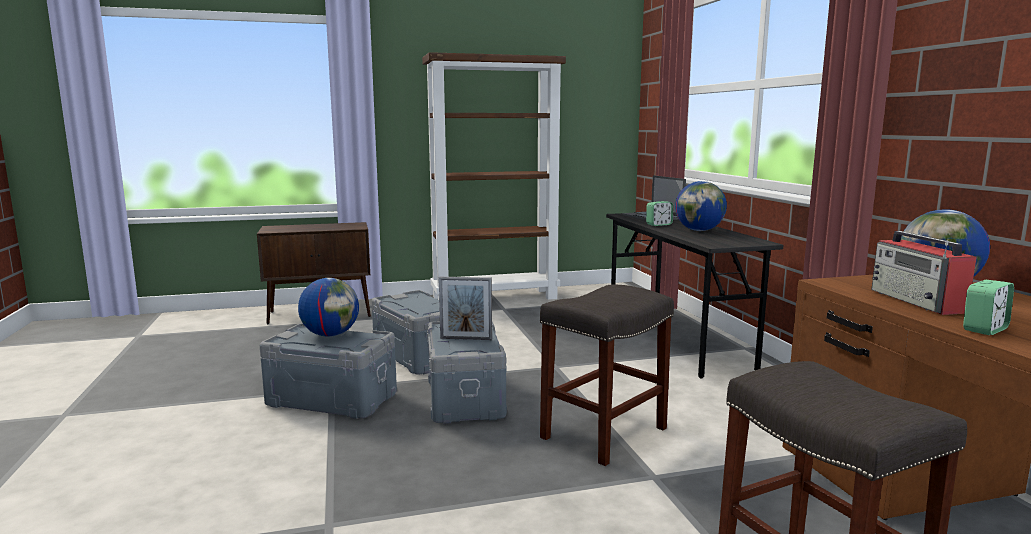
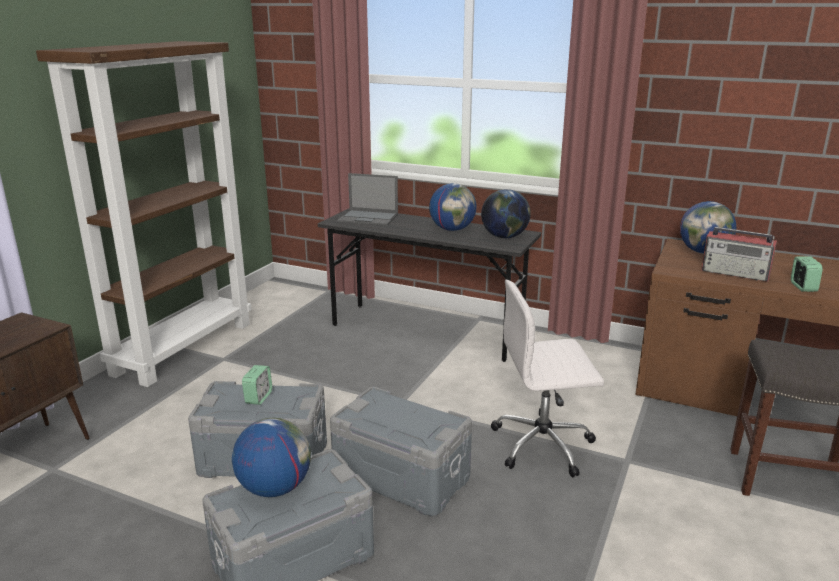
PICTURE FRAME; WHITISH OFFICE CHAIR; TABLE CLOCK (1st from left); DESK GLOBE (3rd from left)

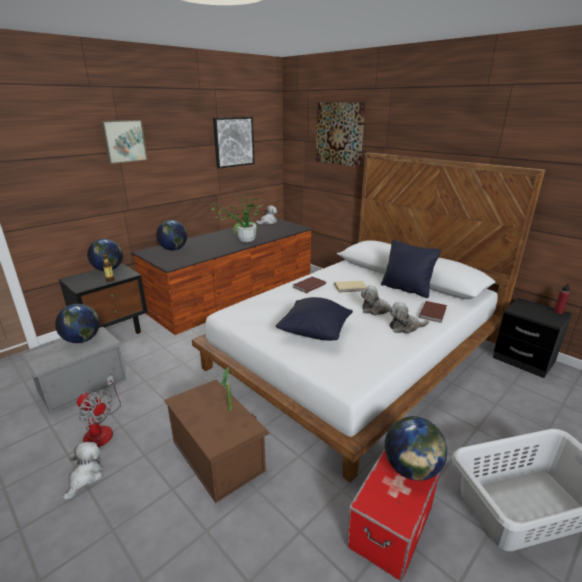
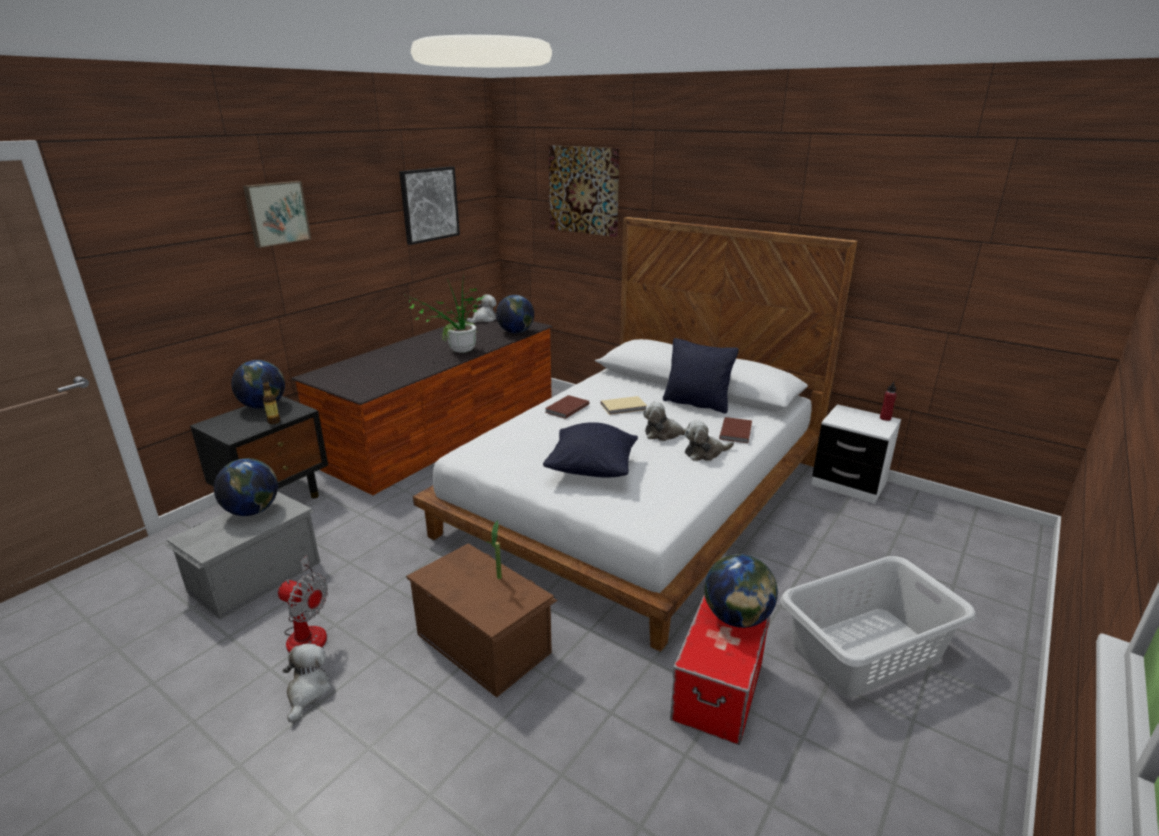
DESK GLOBE (3rd from left); WHITISH NIGHTSTAND

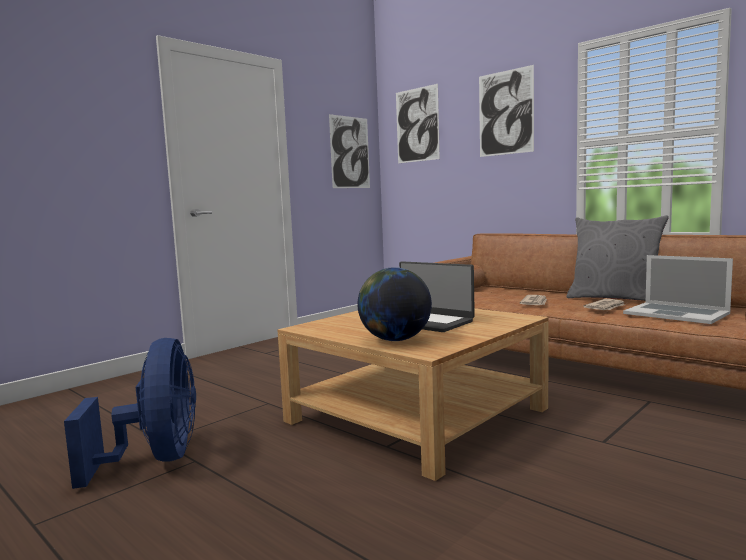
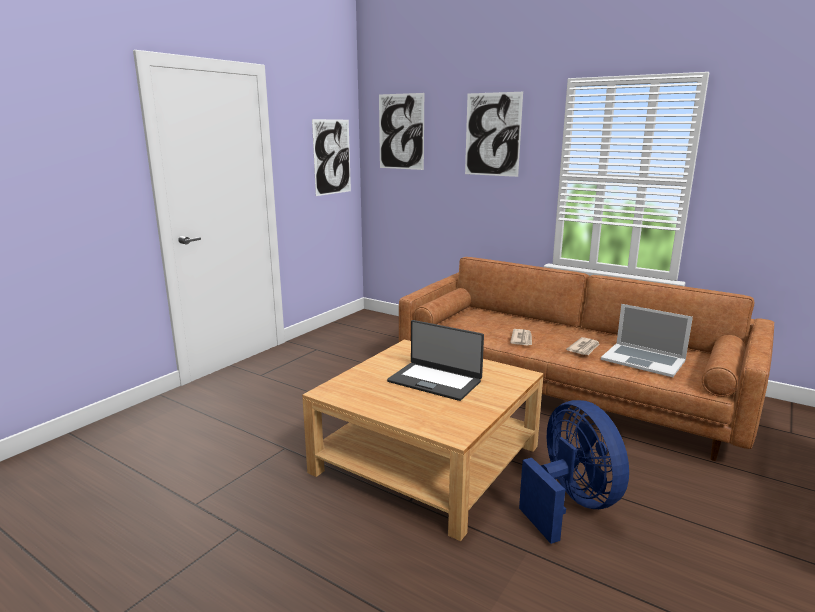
BLUE-COLOURED COOLING FAN; DESK GLOBE; GRAY PILLOW

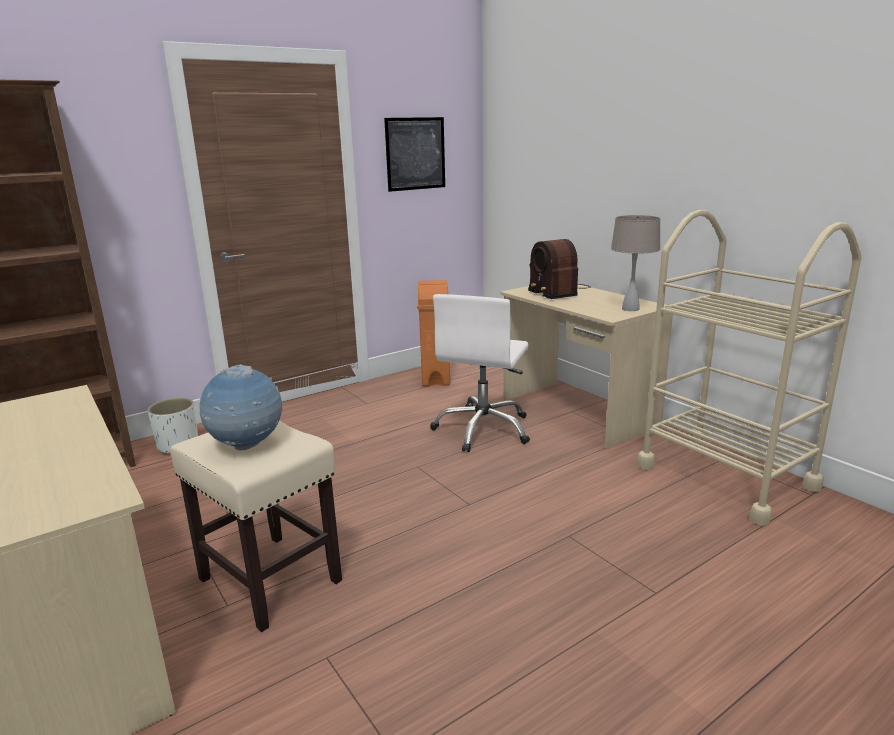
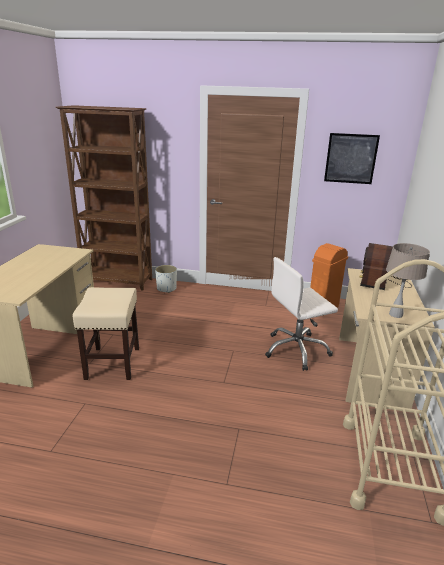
DESK GLOBE

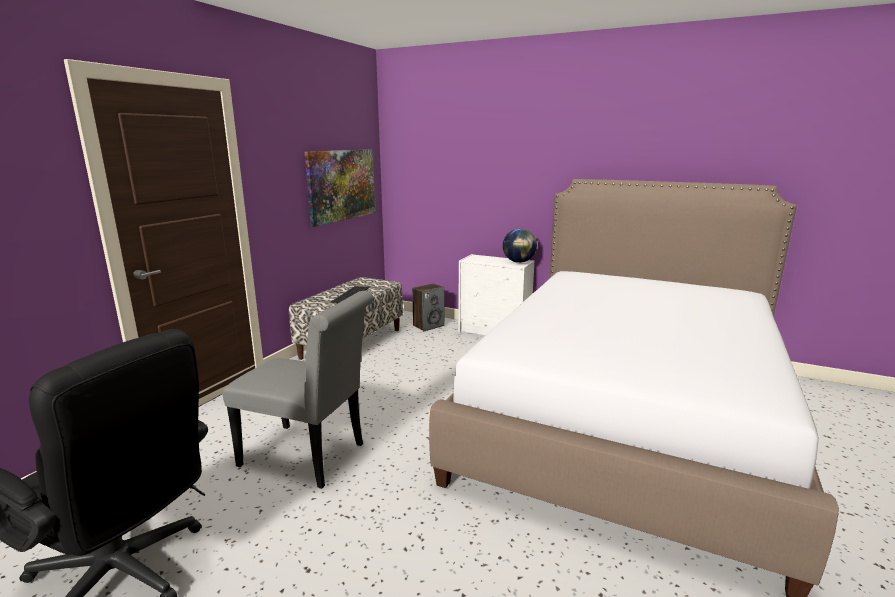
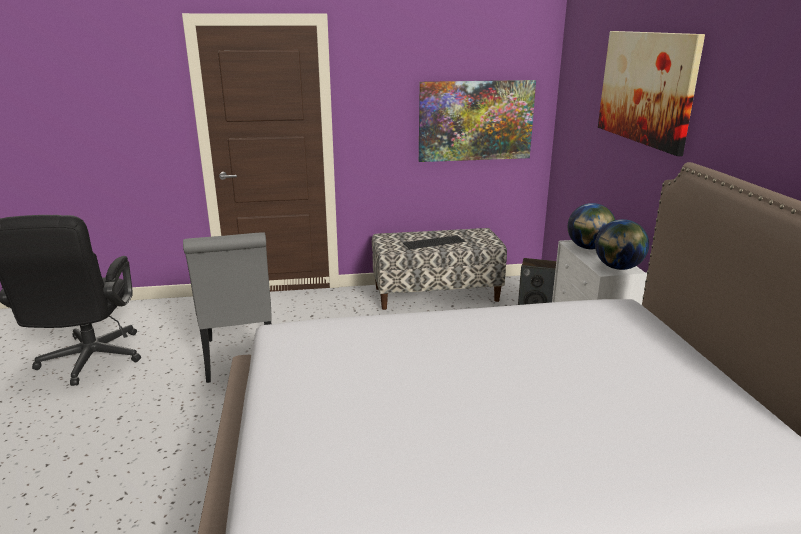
DESK GLOBE (1st from left); WALL PICTURE (2nd from left)

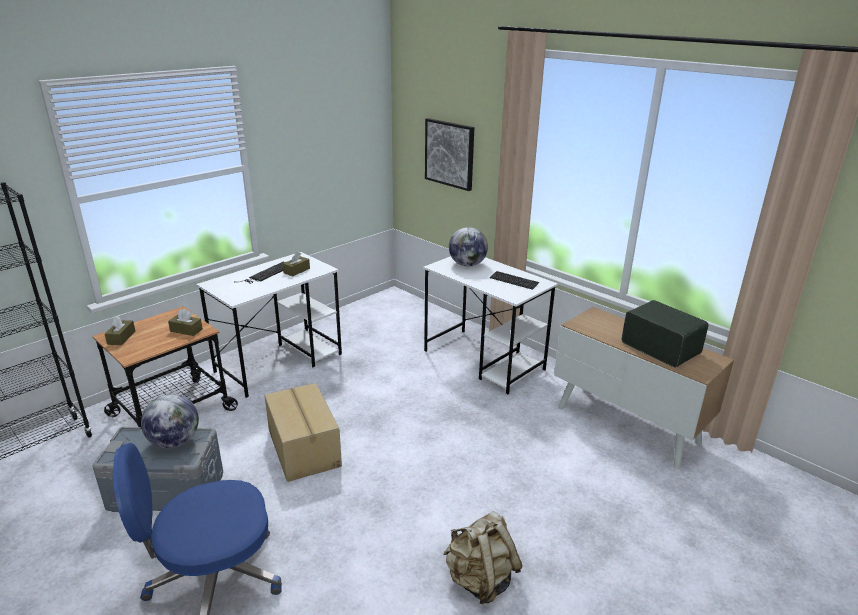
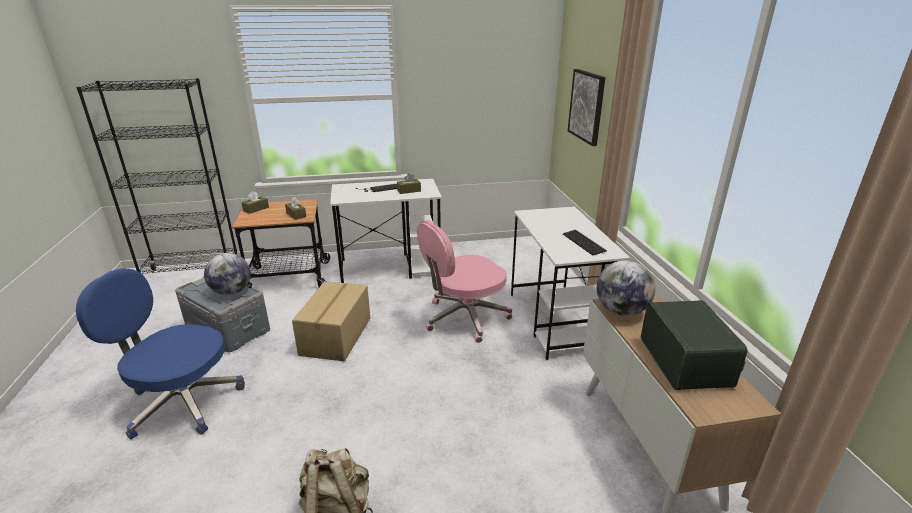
DESK GLOBE (2nd from left); PINKISH OFFICE CHAIR

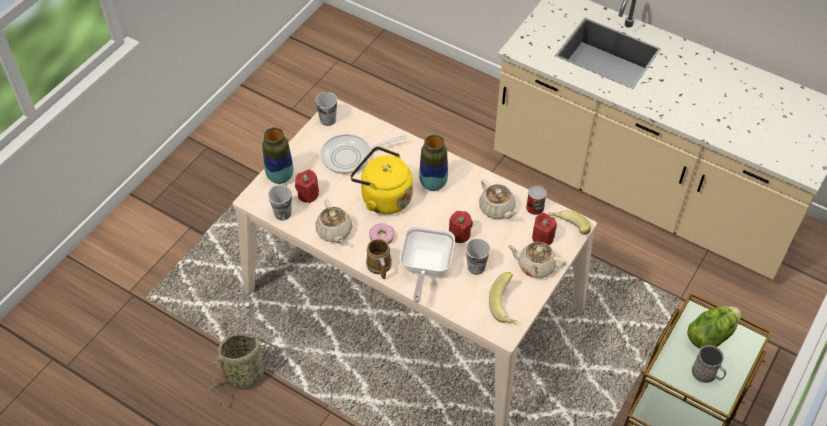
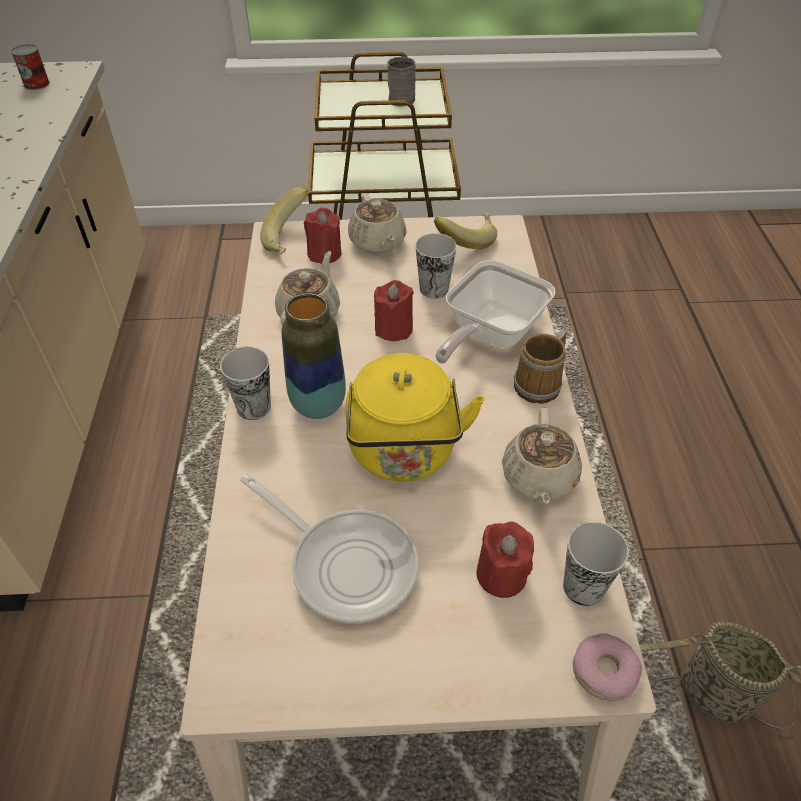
FLOWER VASE (1st from left in the first image); SMALL CUP (1st from left); BEIGE TEAPOT (3rd from left); DONUT; SKILLET (2nd from left); METAL CAN; LETTUCE HEAD

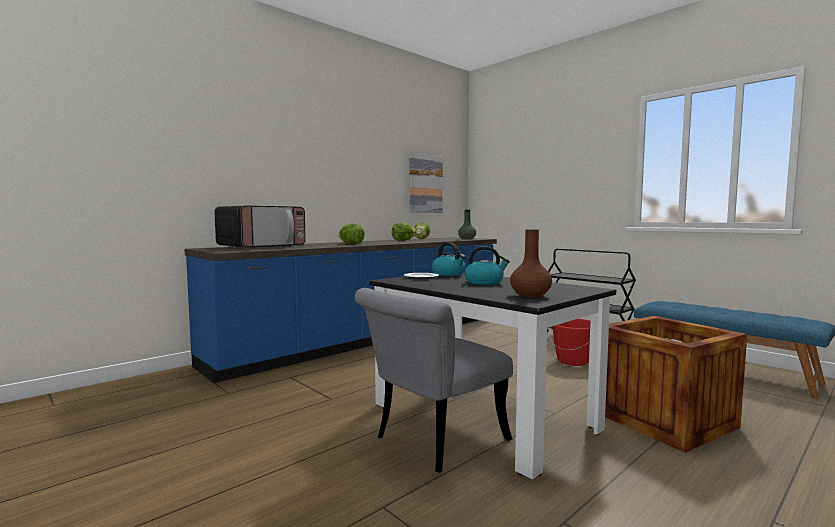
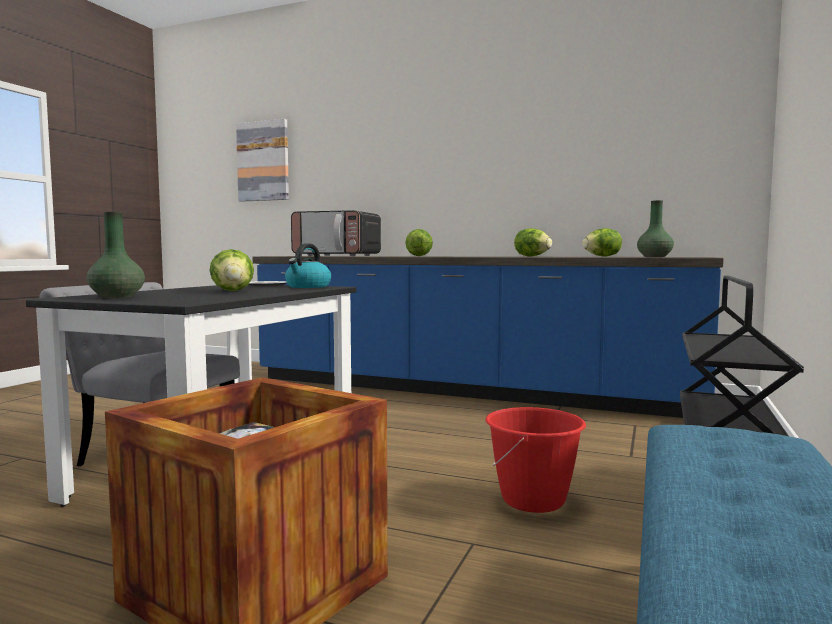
WALL PICTURE; LETTUCE HEAD (1st from left); GREENISH FLOWER VASE (1st from left)

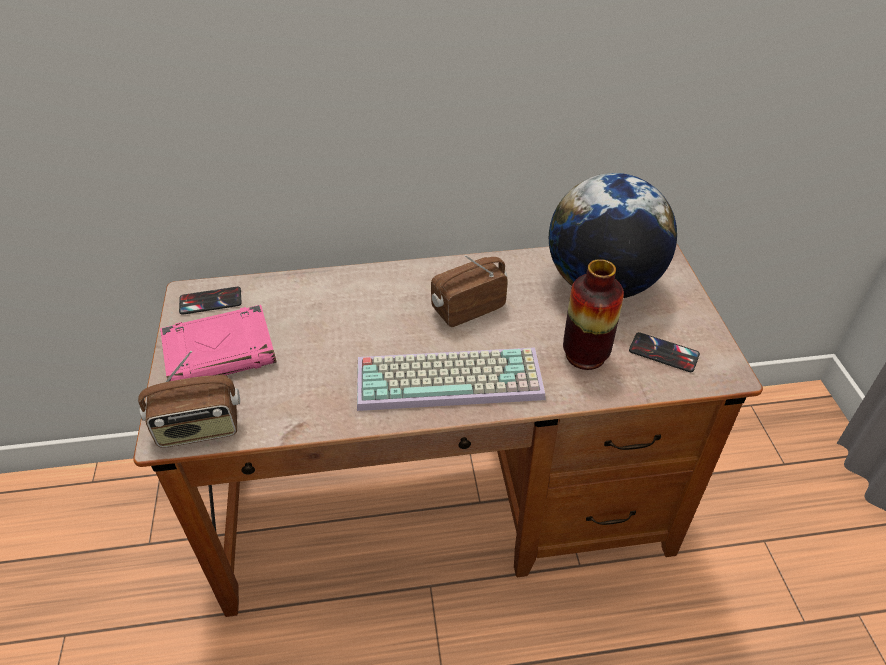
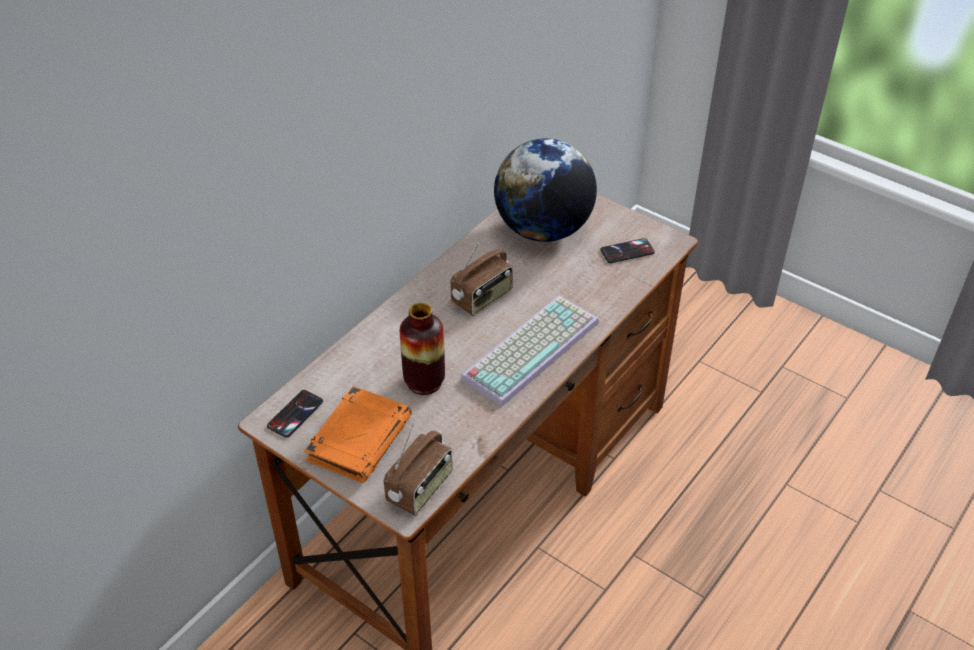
ORANGE-COLOURED BOOK; RADIO (2nd from left); FLOWER VASE

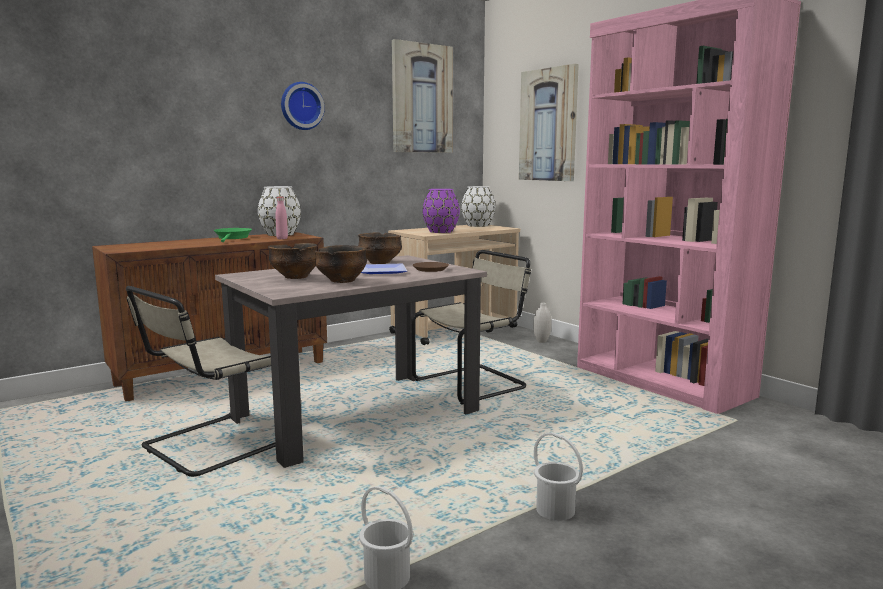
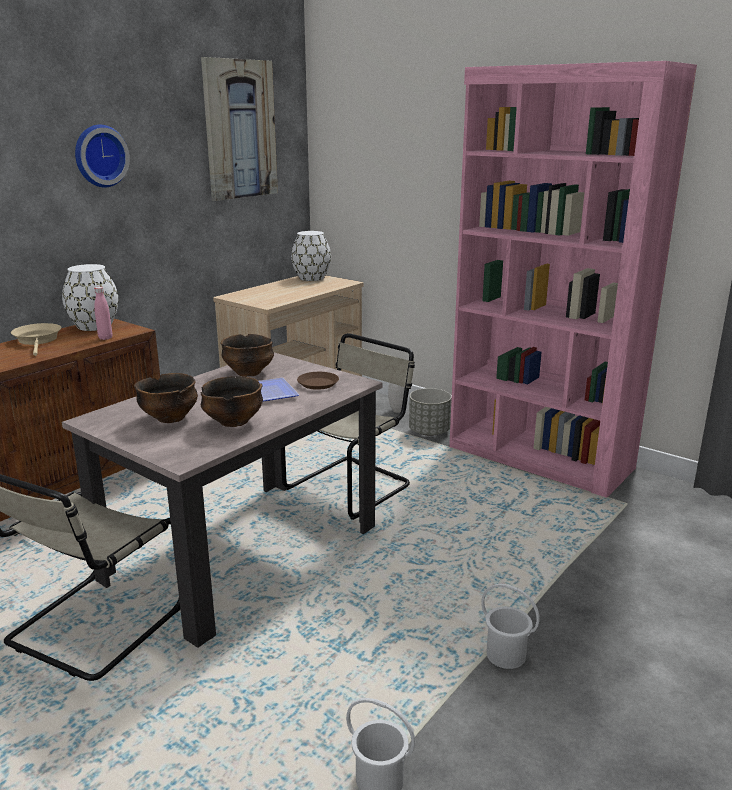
BEIGE SKILLET; PURPLE FLOWER VASE; WALL PICTURE (2nd from left in the first image); GRAY FLOWER POT

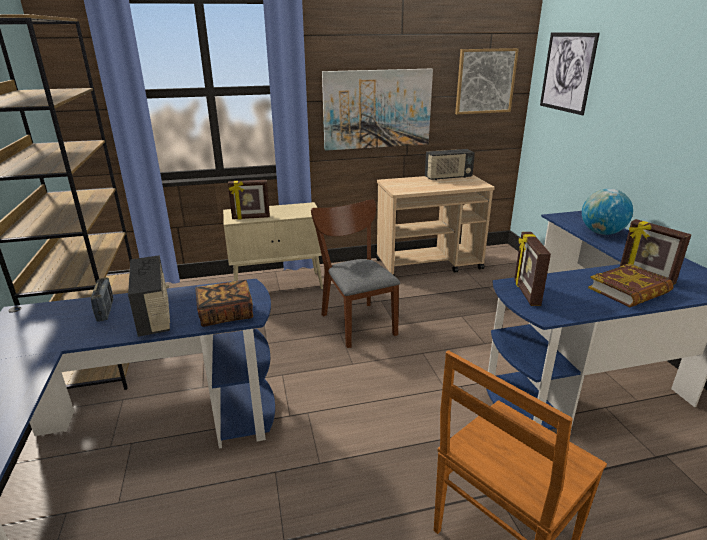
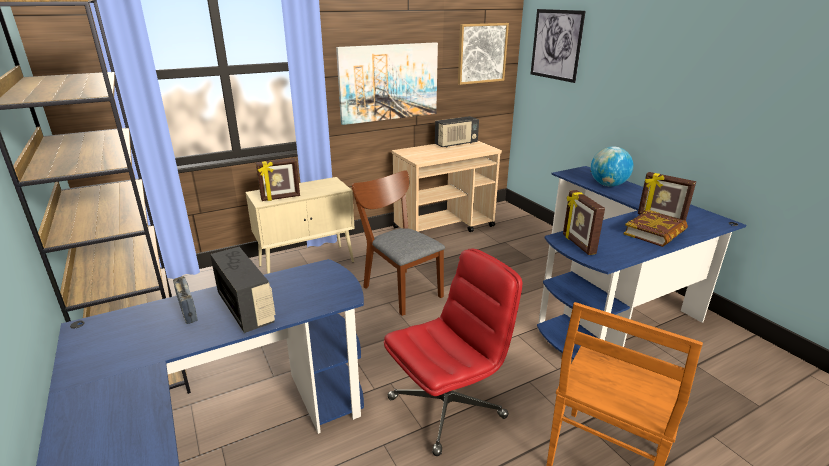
BOOK (1st from left in the first image); REDDISH OFFICE CHAIR

